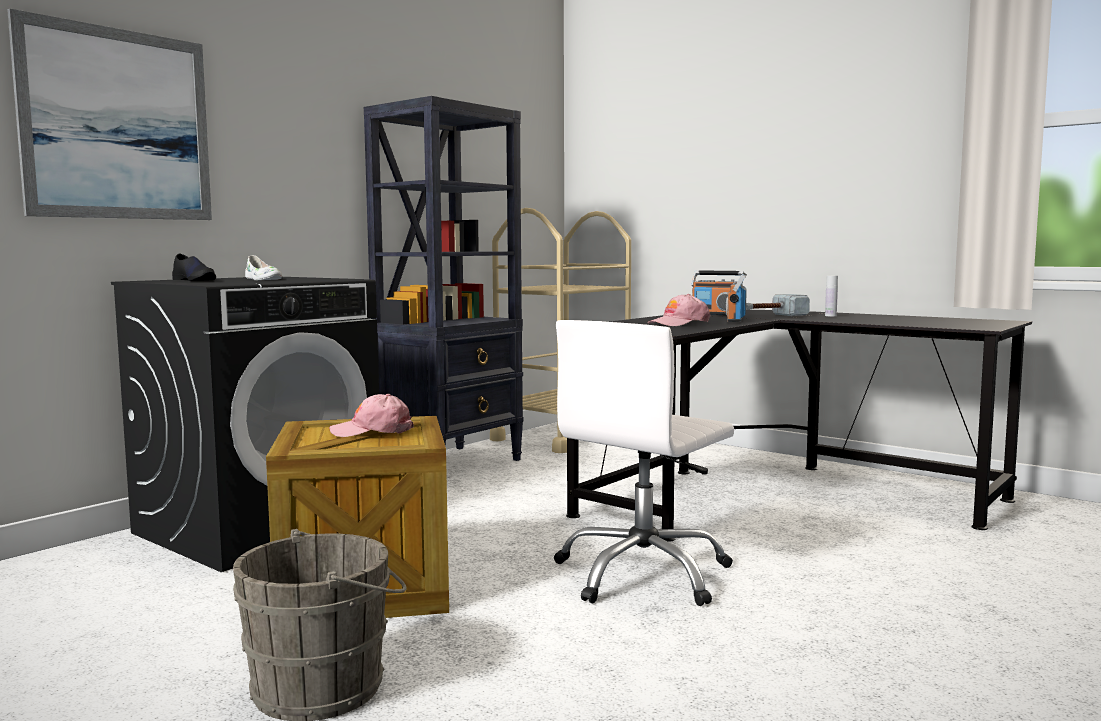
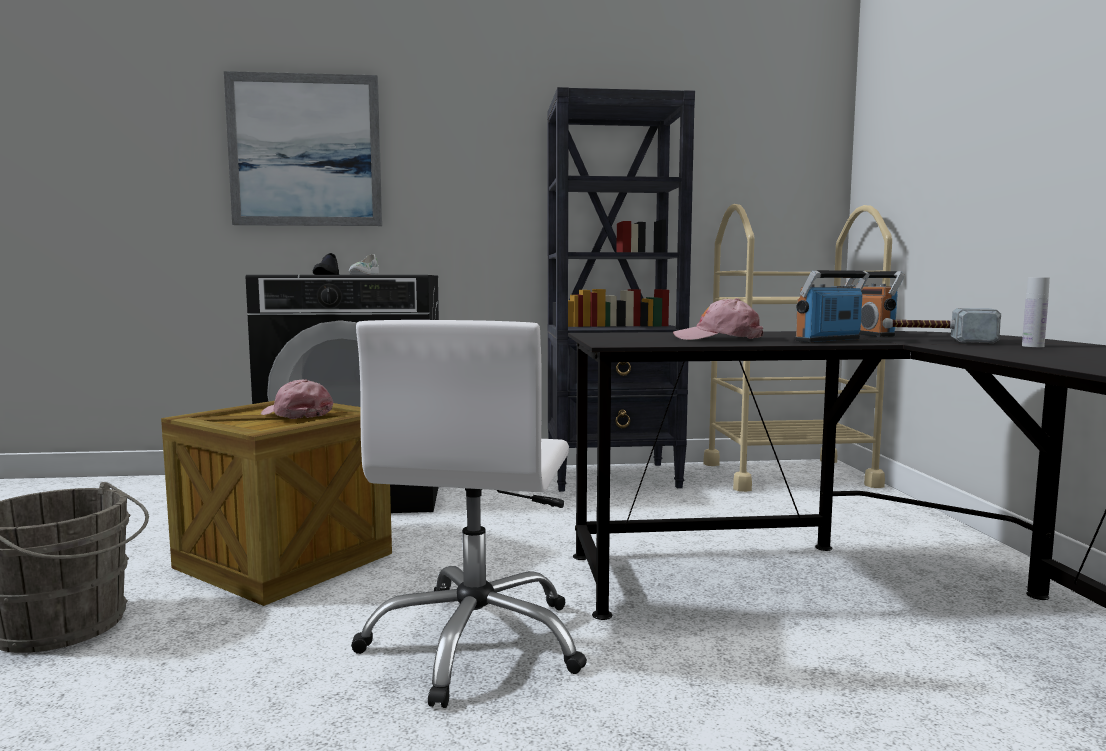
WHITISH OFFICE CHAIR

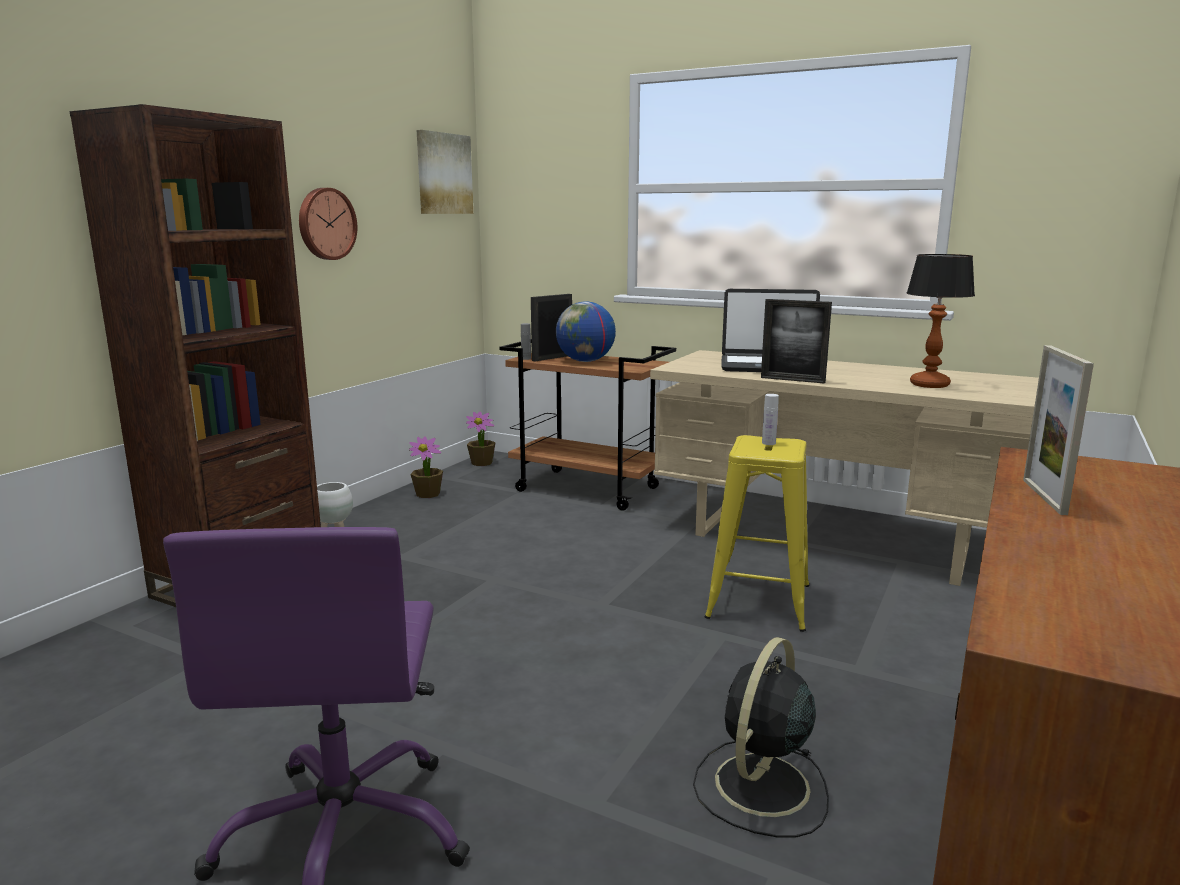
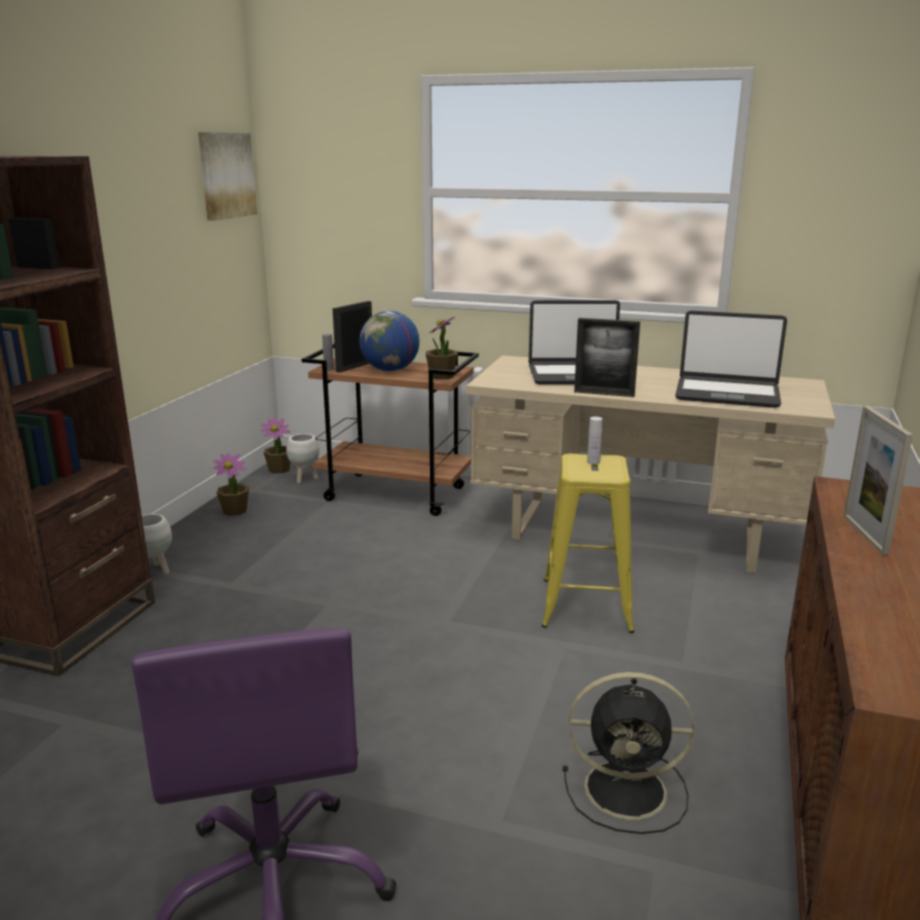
HANGING CLOCK; BLACK COOLING FAN; LAPTOP (2nd from left); WHITISH FLOWER POT (2nd from left); POTTED PLANT (3rd from left)

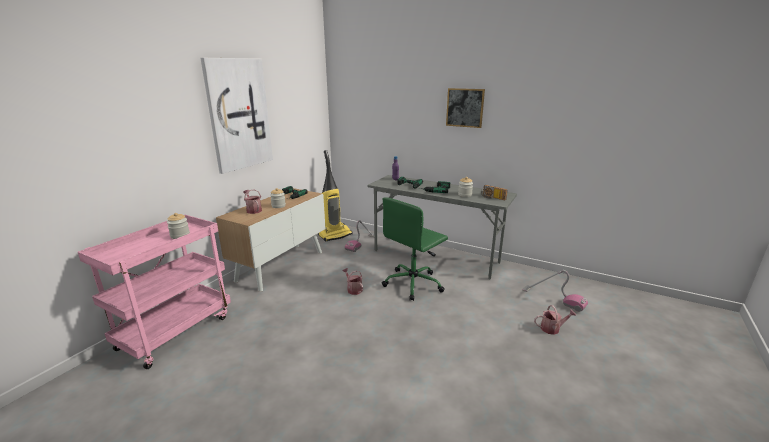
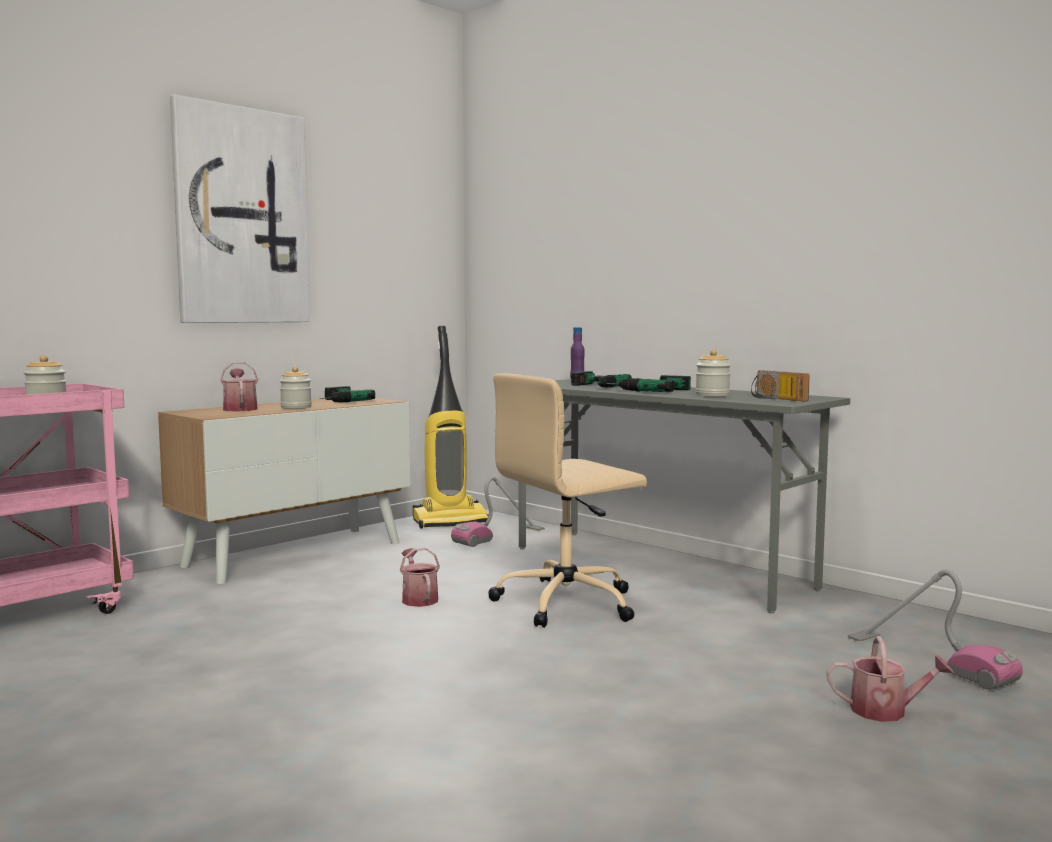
BEIGE OFFICE CHAIR; WALL PICTURE (2nd from left in the first image)

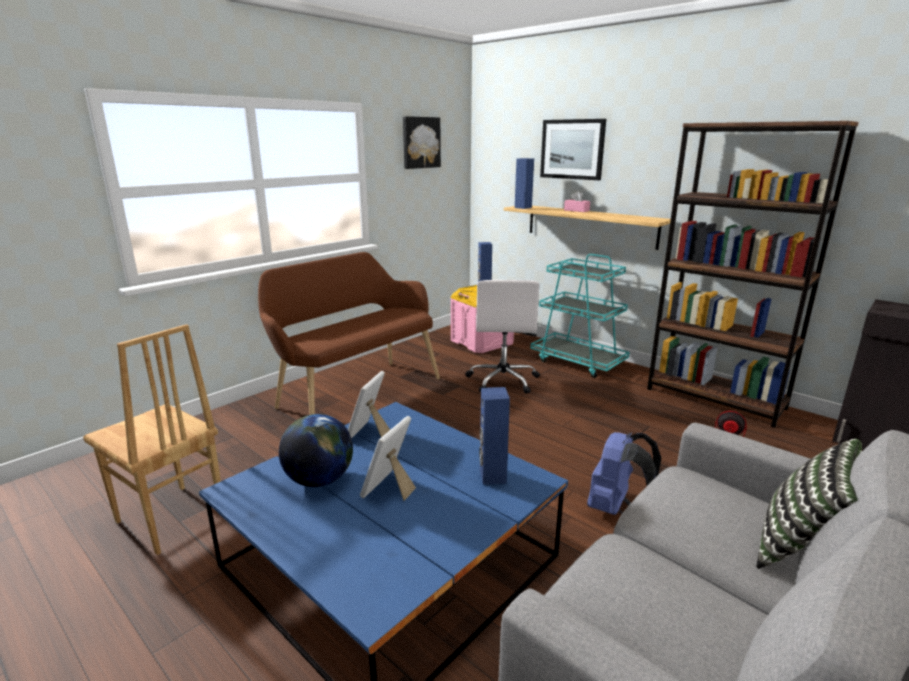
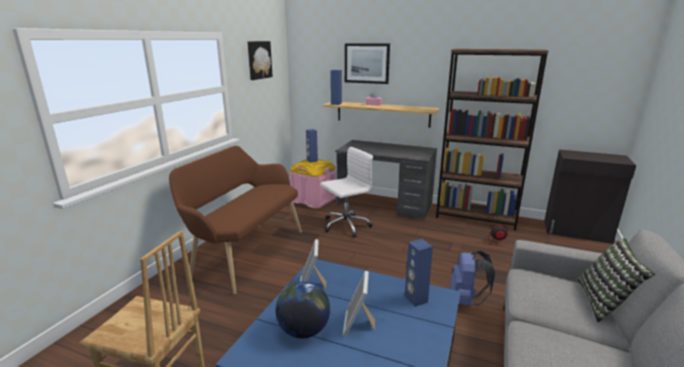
WHITISH OFFICE CHAIR; GRAY DESK TABLE

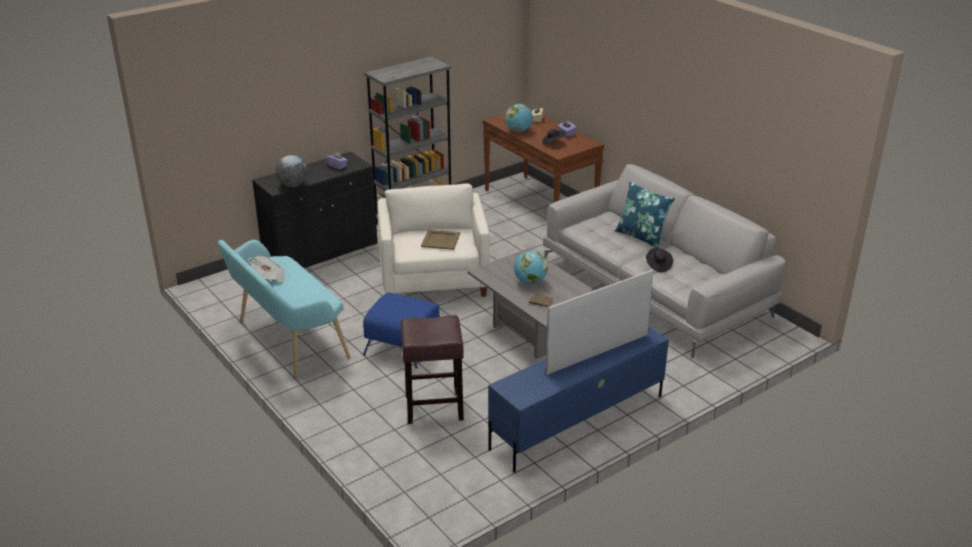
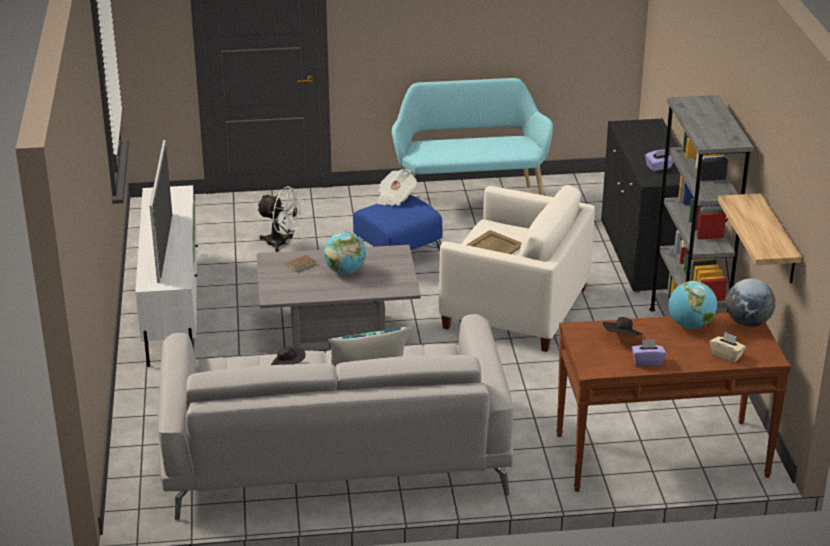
PRINTED PAPER; DESK GLOBE (3rd from left); WHITISH COOLING FAN; WHITISH TV STAND; SHELF

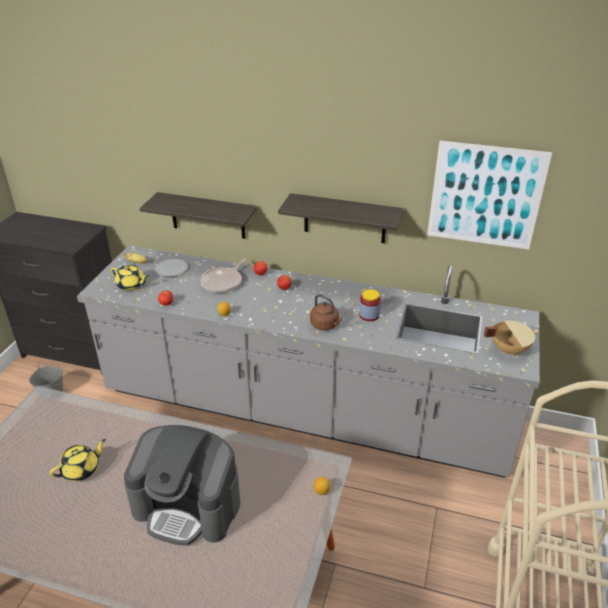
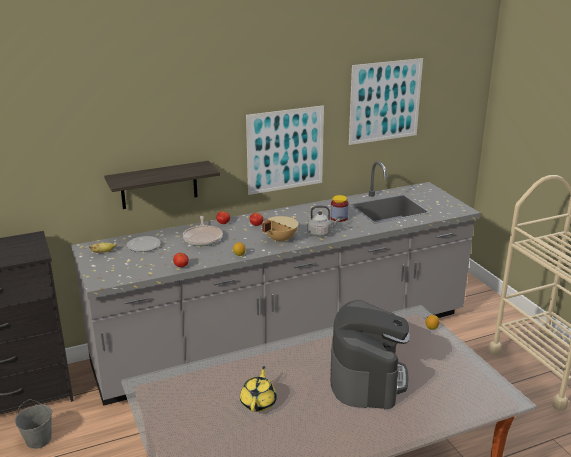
YELLOW TEAPOT (2nd from left in the first image); COFFEE MAKER; WALL PICTURE (1st from left); GRAY WATER KETTLE; BEIGE STOCKPOT

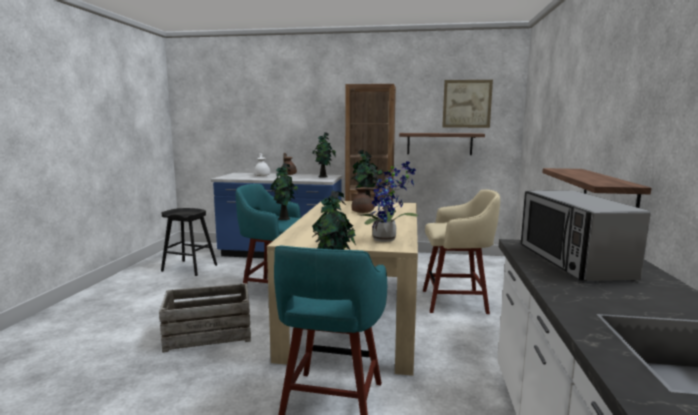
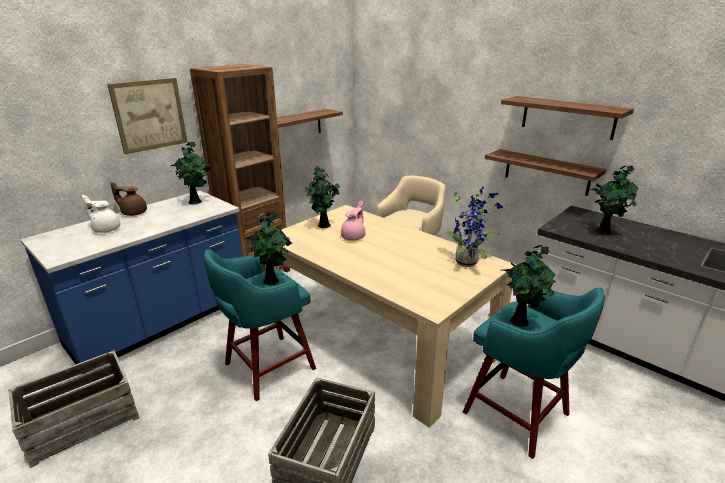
SHIPPING CRATE (1st from left); PINKISH TEAPOT; WALL PICTURE; POTTED PLANT (6th from left); SHELF (3rd from left)

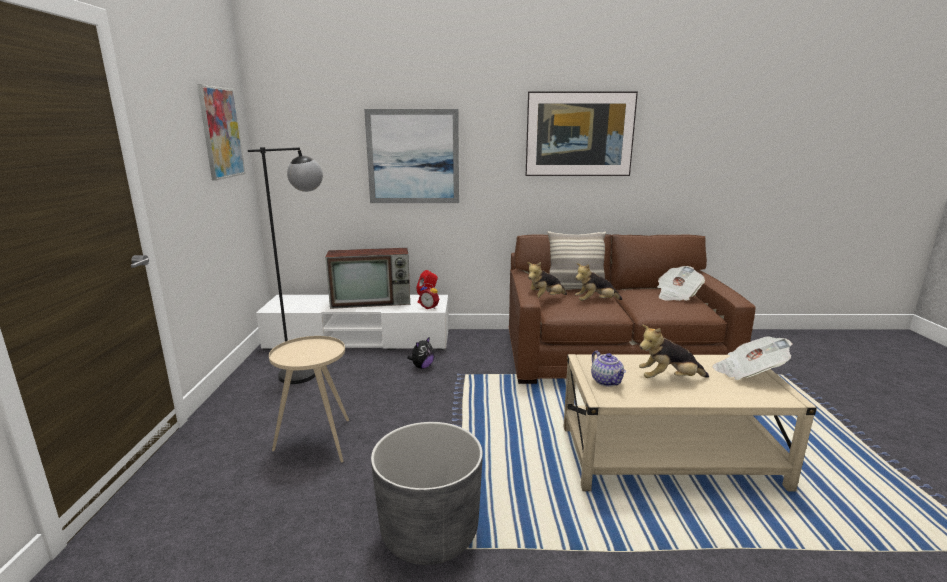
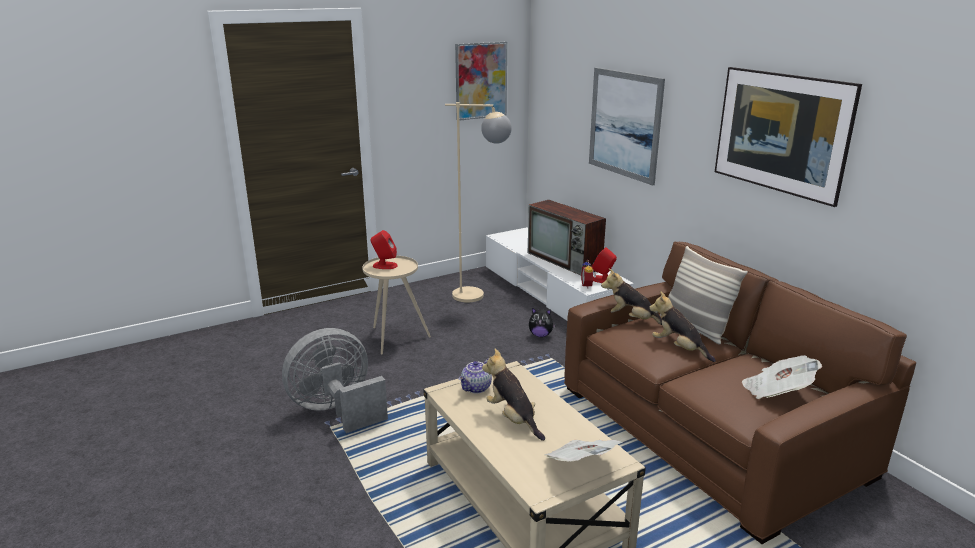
BEIGE FLOOR LAMP; GRAY COOLING FAN; REDDISH LOUDSPEAKER (1st from left)

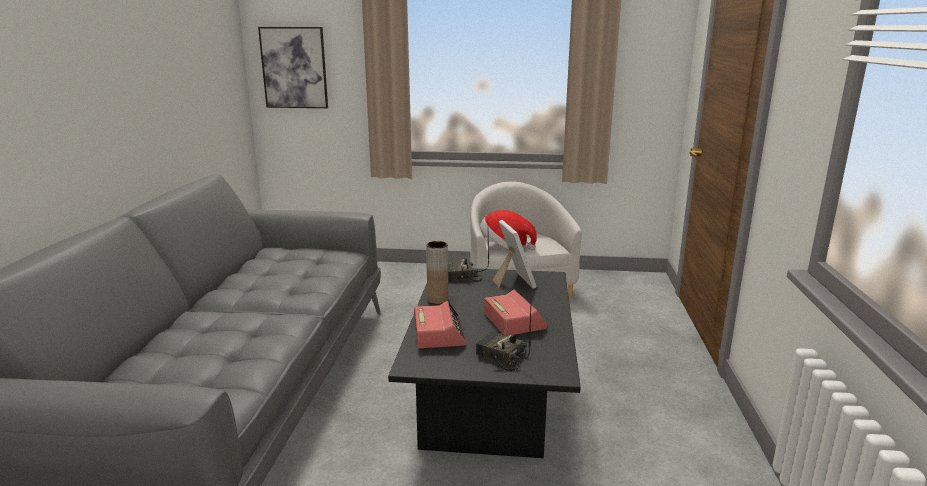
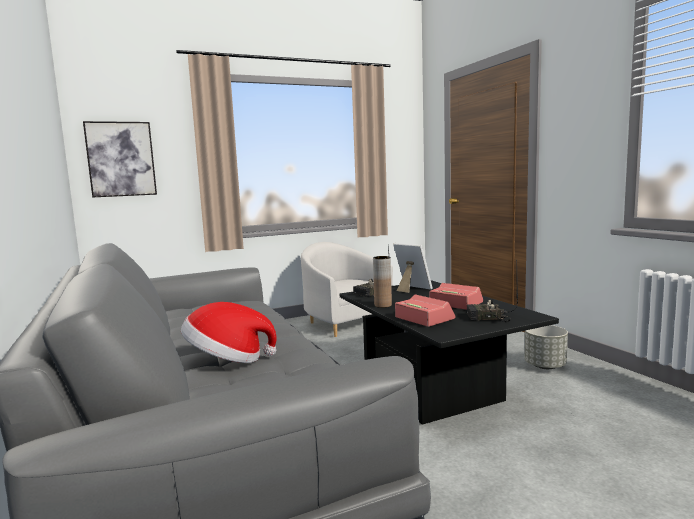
HAT; GRAY FLOWER POT

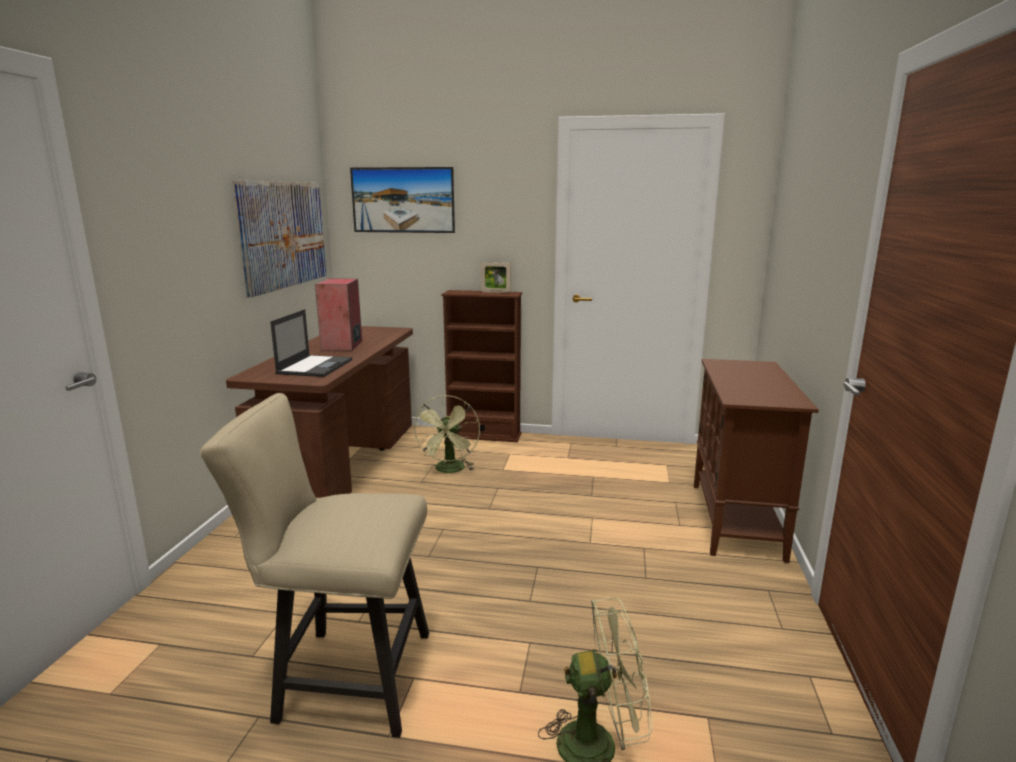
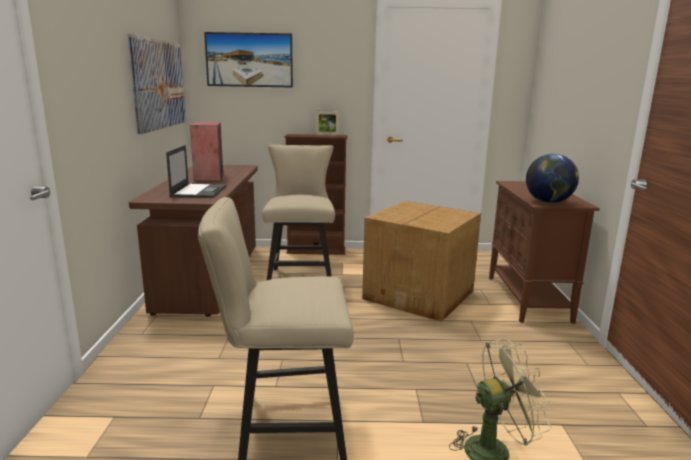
BEIGE CHAIR (2nd from left); PACKING BOX; DESK GLOBE

